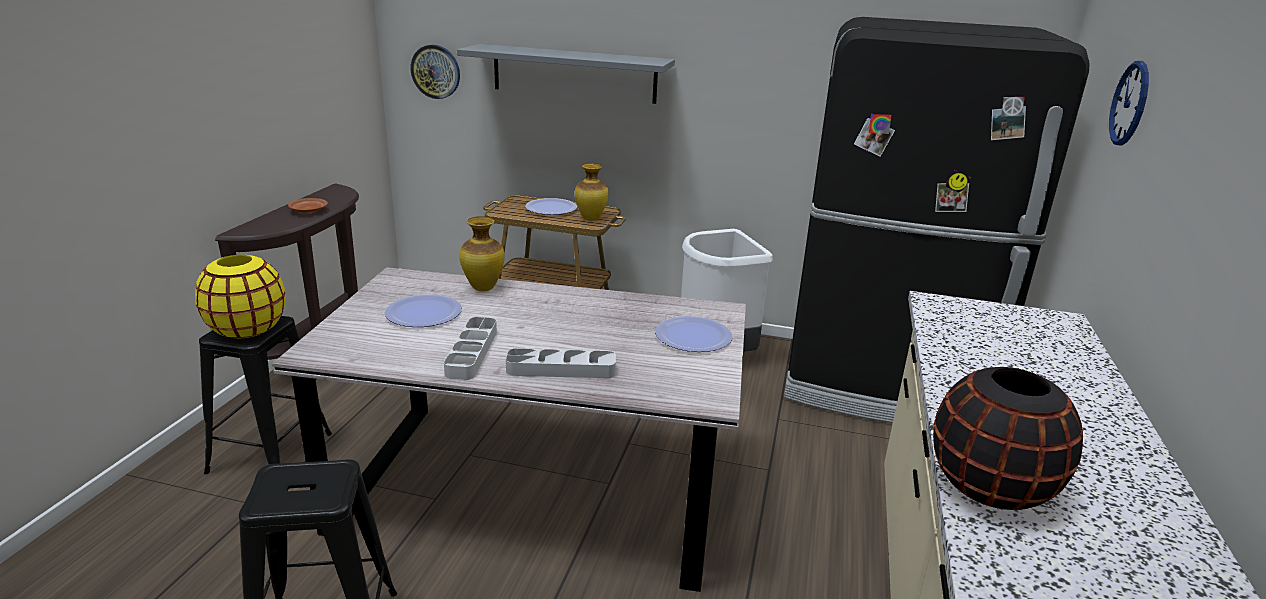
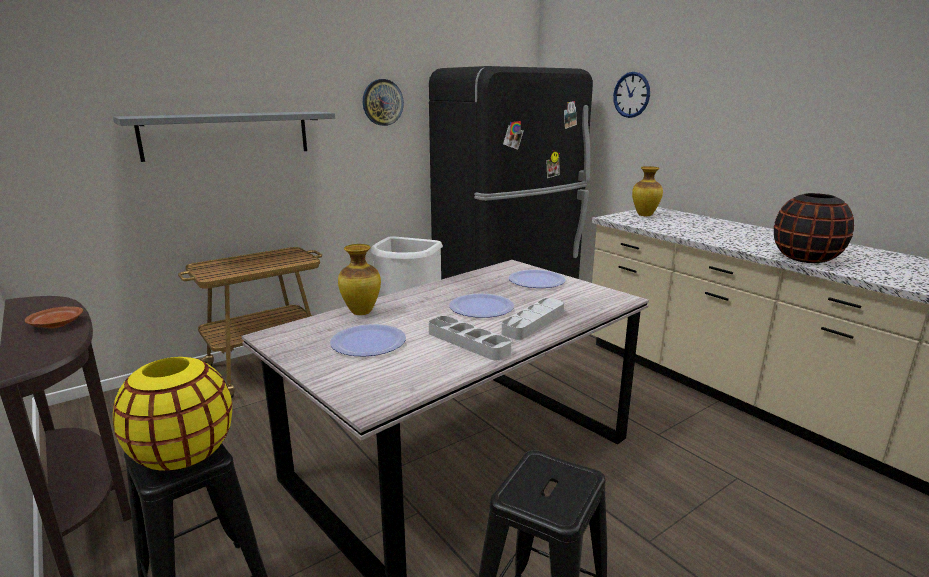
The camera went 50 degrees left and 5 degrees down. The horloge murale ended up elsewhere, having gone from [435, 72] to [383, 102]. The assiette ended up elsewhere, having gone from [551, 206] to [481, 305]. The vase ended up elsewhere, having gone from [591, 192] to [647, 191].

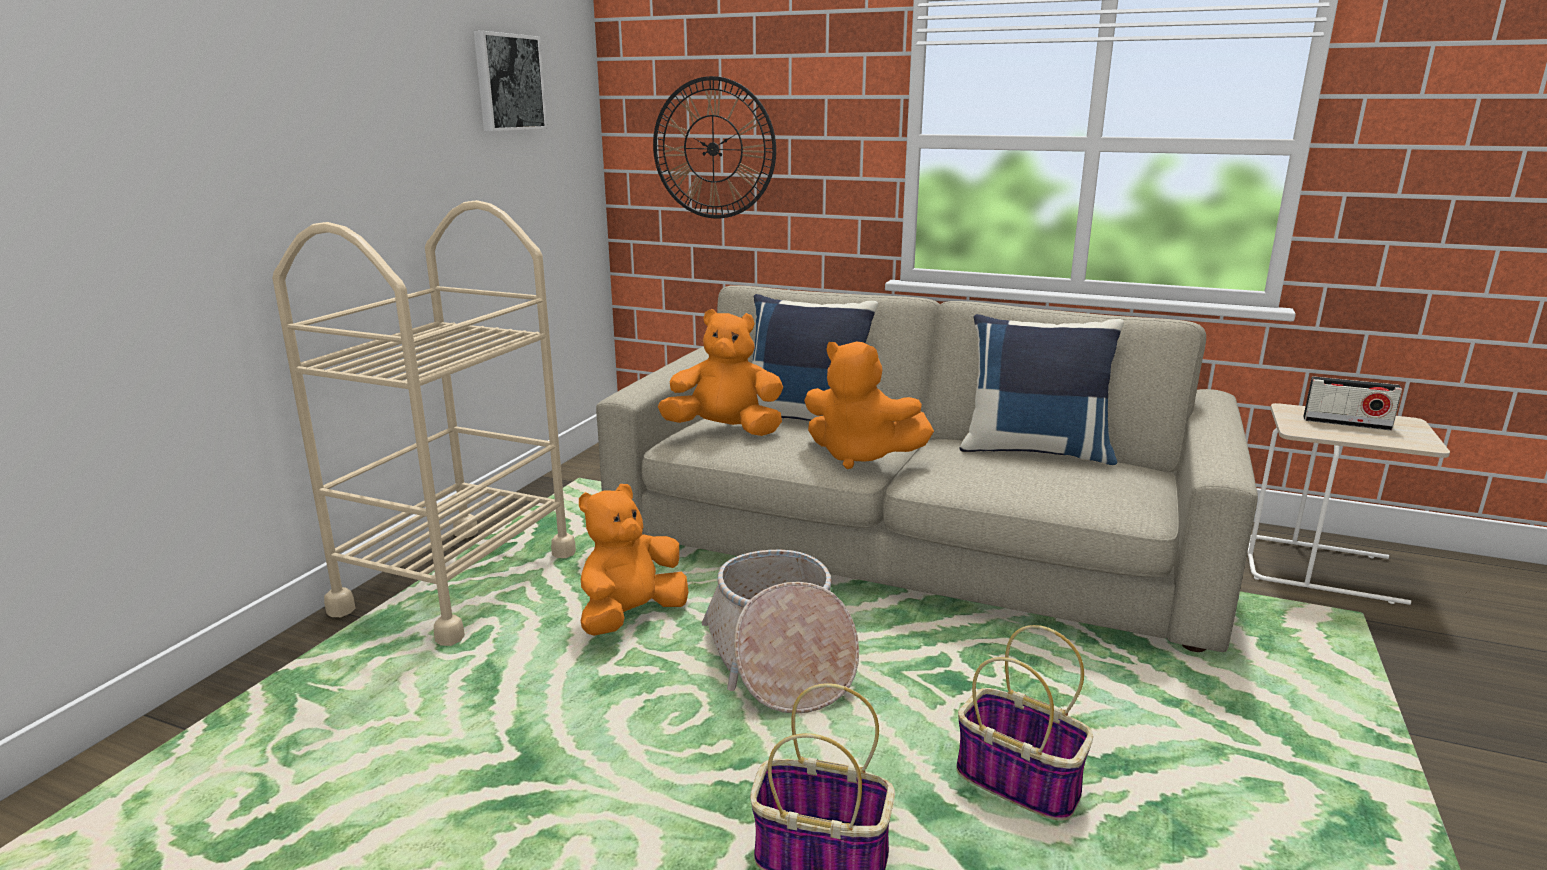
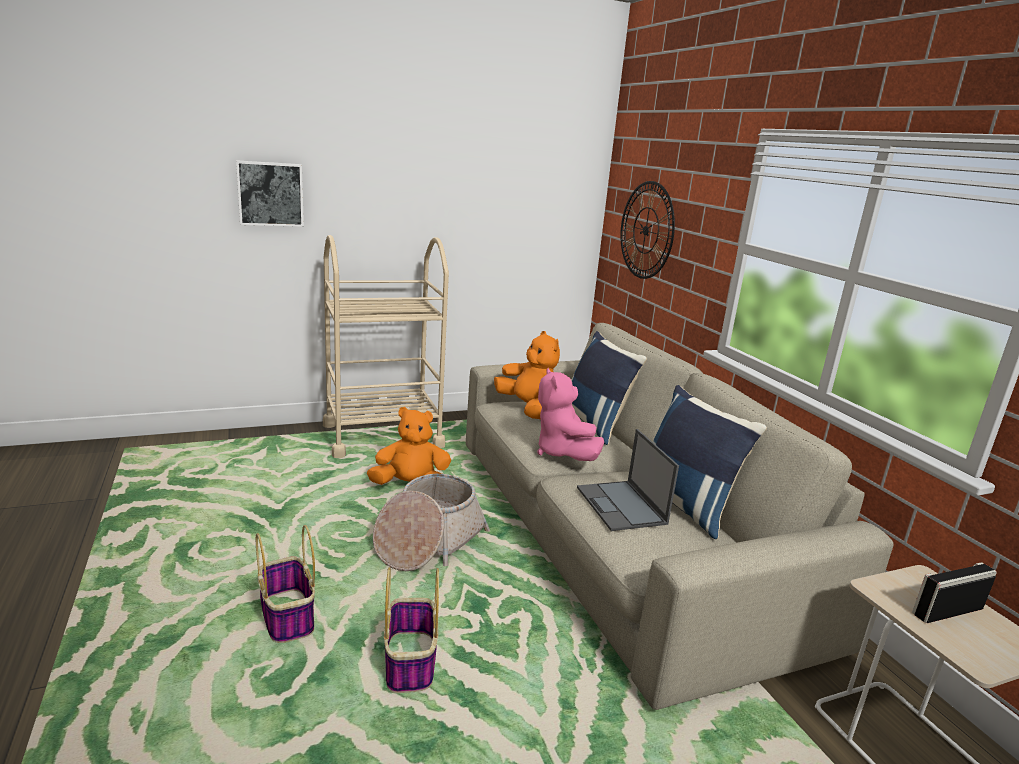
The camera went 45 degrees right and 0 degrees up. The tableau ended up elsewhere, having gone from [510, 81] to [270, 193]. What was the peluche/orange at [869, 405] turned into the peluche/rose at [570, 414]. The second view gained the ordinateur portable at [628, 480]. The radio at [1352, 403] ended up facing another way, 90 degrees clockwise from before.

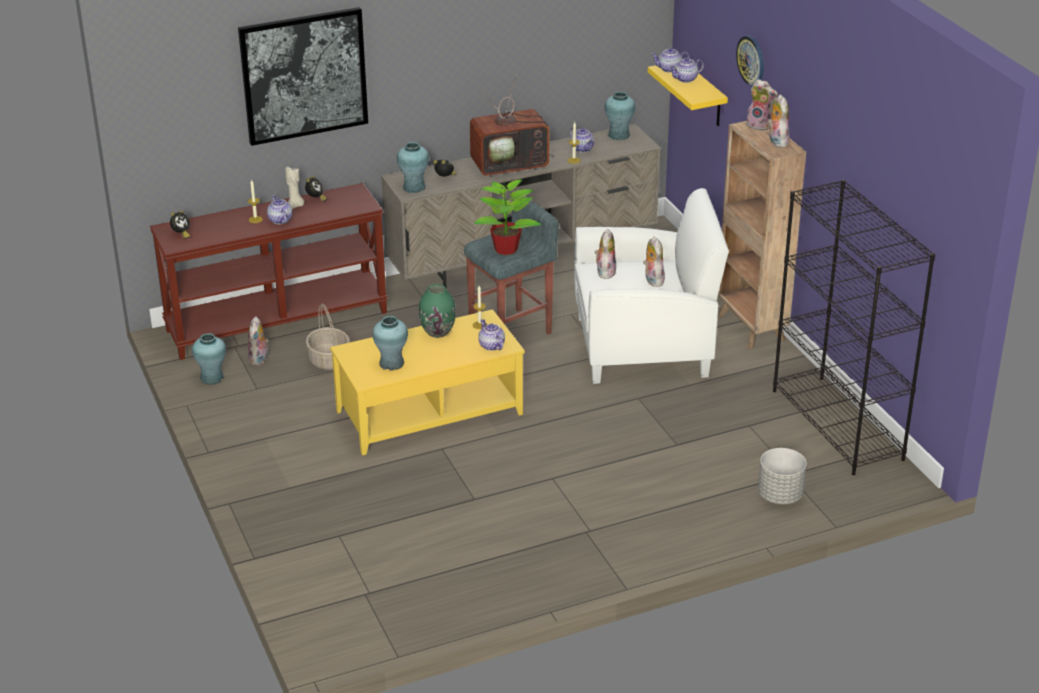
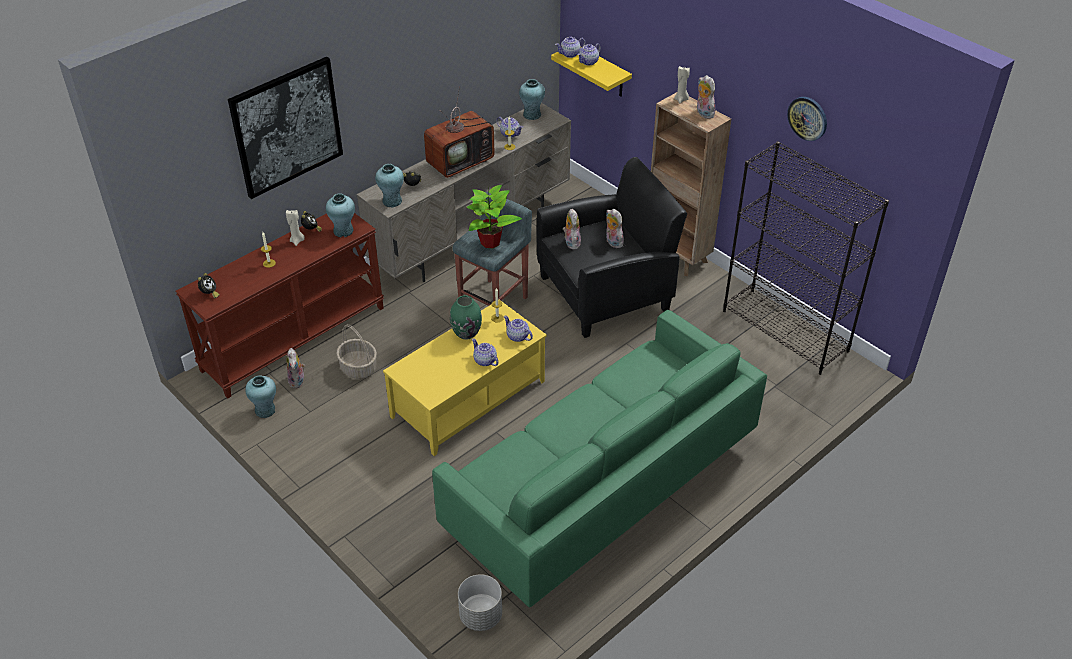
The camera went 20 degrees left and 10 degrees up. The vase/turquoise ended up elsewhere, having gone from [390, 343] to [340, 215]. The second view gained the canapé/vert at [599, 459]. The cache-pot/gris ended up elsewhere, having gone from [782, 476] to [480, 602]. The théière ended up elsewhere, having gone from [279, 209] to [485, 352]. What was the fauteuil/blanc at [651, 286] turned into the fauteuil/noir at [612, 247]. Where the peluche stood at [762, 105], the bougie/beige came to stand at [682, 84]. The horloge murale ended up elsewhere, having gone from [750, 60] to [807, 119].

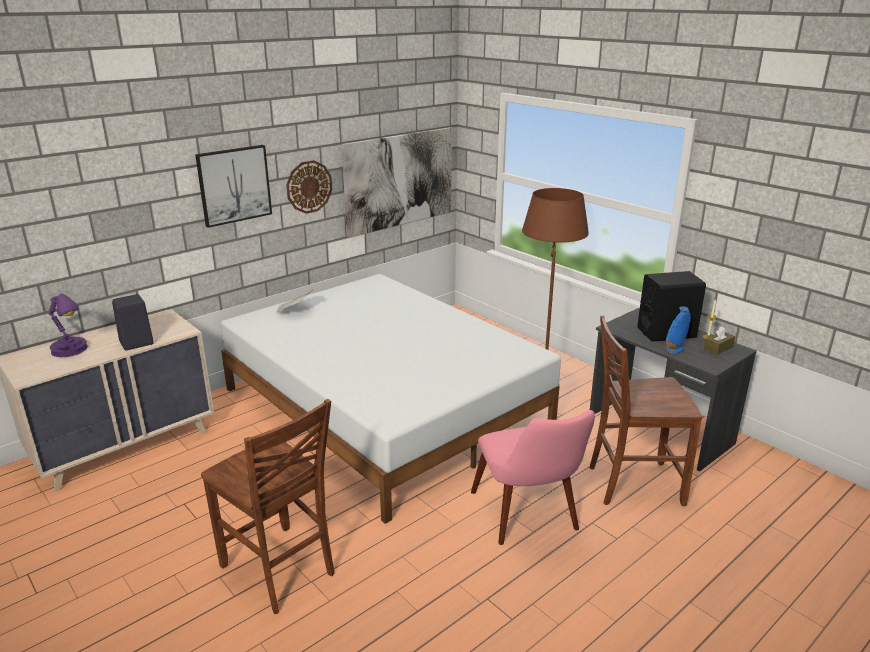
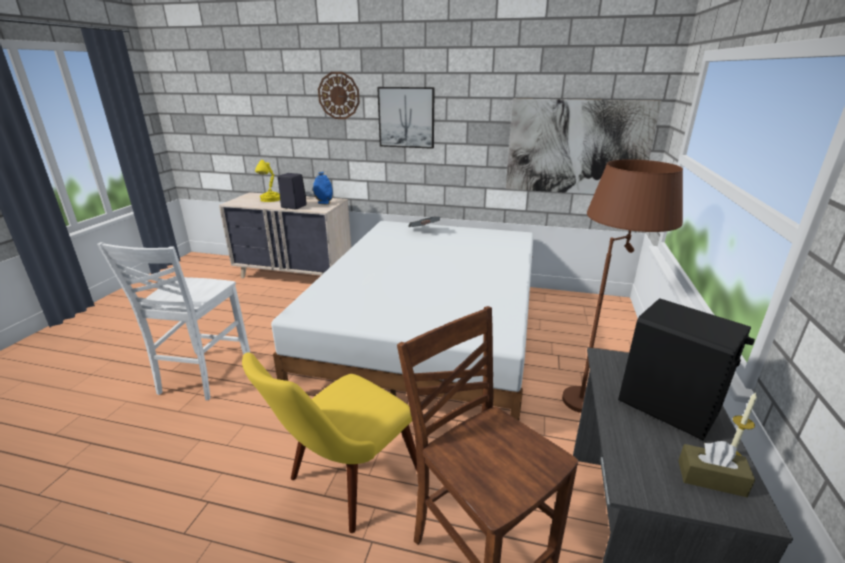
The camera went 55 degrees right and 0 degrees up. What was the chaise/marron at [267, 506] turned into the chaise/blanc at [173, 321]. What was the chaise/rose at [533, 477] turned into the chaise/jaune at [329, 442]. What was the lampe de table/violet at [68, 325] turned into the lampe de table/jaune at [267, 181]. The vase/bleu ended up elsewhere, having gone from [678, 330] to [323, 188]. The horloge murale ended up elsewhere, having gone from [309, 187] to [339, 95].

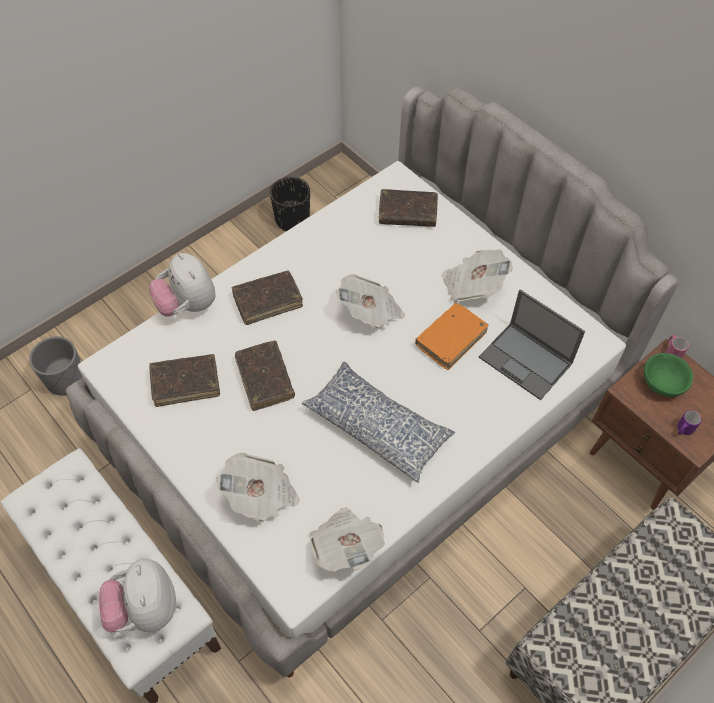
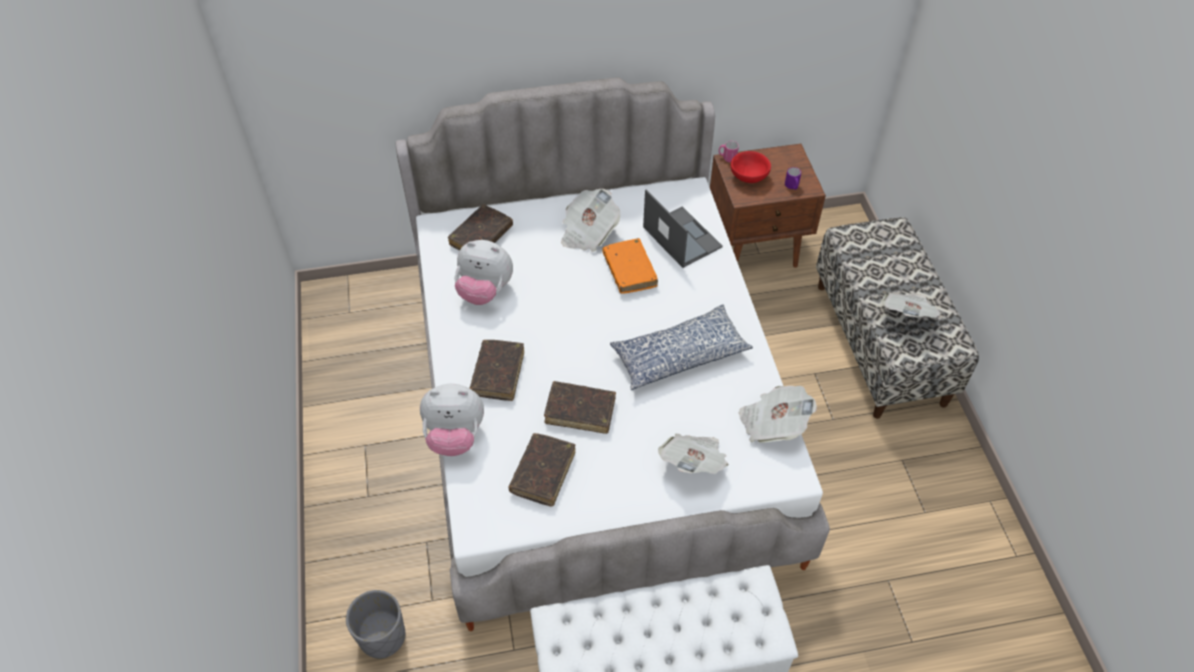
The camera went 60 degrees left and 5 degrees down. The peluche ended up elsewhere, having gone from [137, 596] to [484, 272]. The ordinateur portable at [532, 344] ended up facing another way, 105 degrees counterclockwise from before. What was the bol/vert at [668, 375] turned into the bol/rouge at [751, 167]. The journal ended up elsewhere, having gone from [370, 301] to [911, 305]. The second view lost the cache-pot/noir at [290, 204].

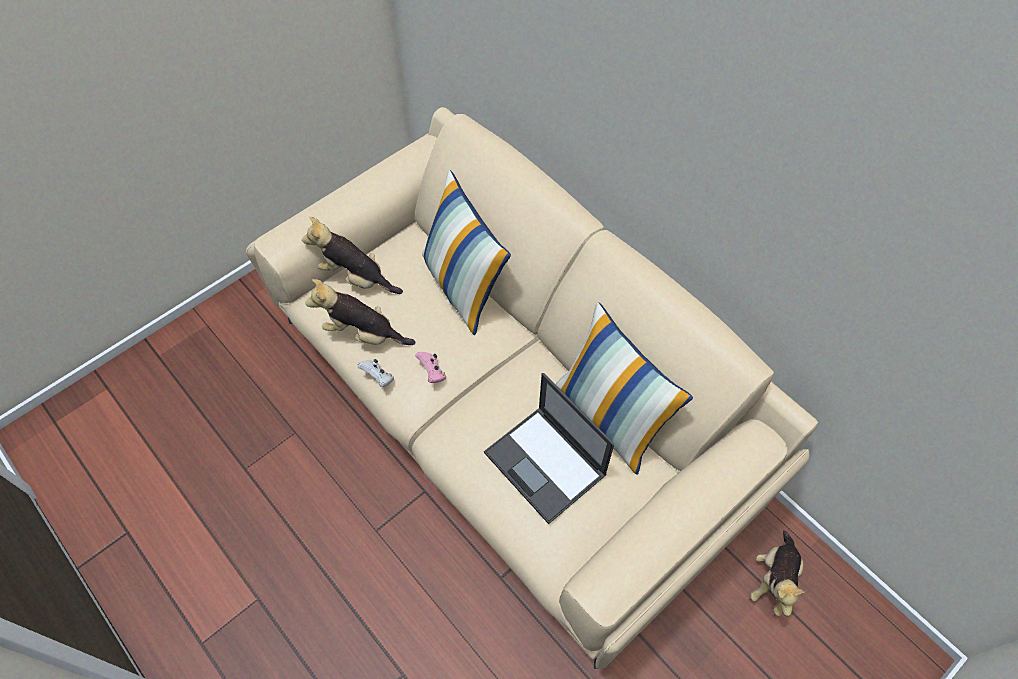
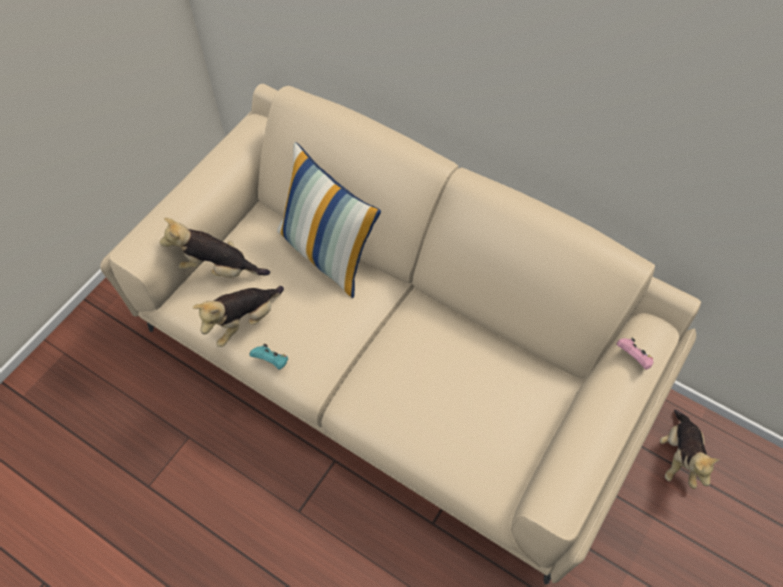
The camera went 15 degrees left and 0 degrees up. The peluche at [360, 312] ended up facing another way, 45 degrees counterclockwise from before. What was the manette/blanc at [375, 373] turned into the manette/turquoise at [269, 357]. The manette/rose ended up elsewhere, having gone from [430, 367] to [635, 354]. The second view lost the ordinateur portable at [549, 448]. The second view lost the coussin at [624, 388].

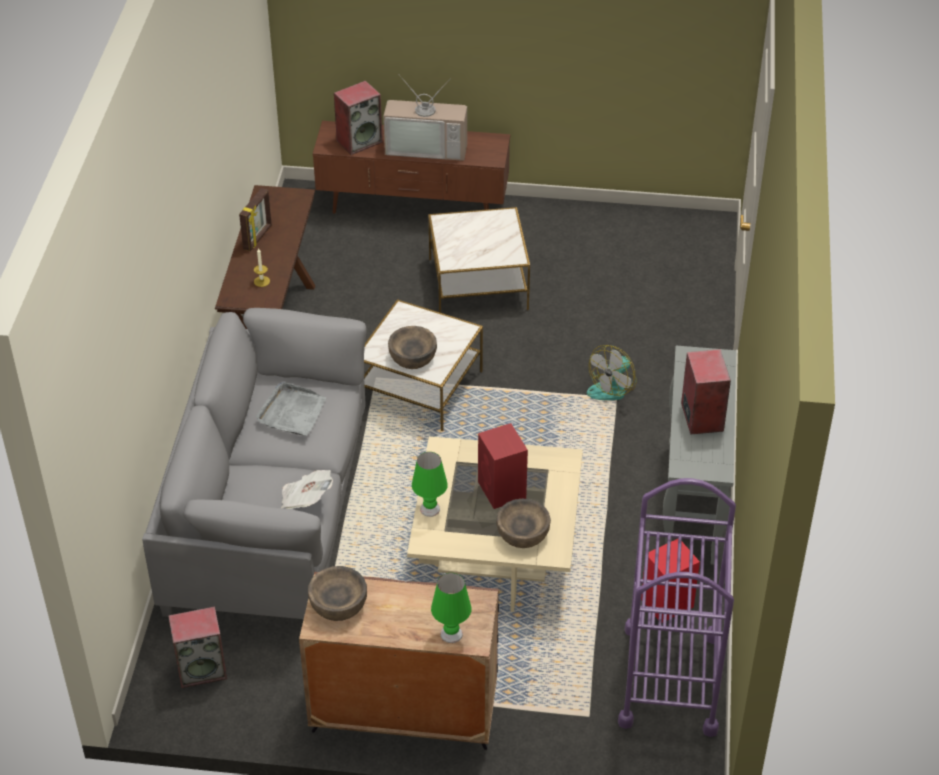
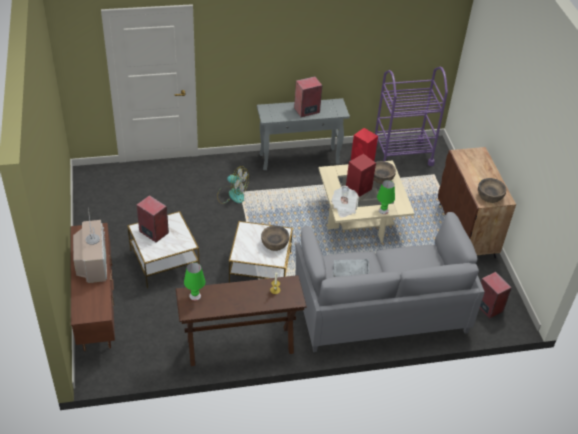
The camera went 110 degrees left and 0 degrees up. The enceinte ended up elsewhere, having gone from [358, 118] to [153, 218]. The lampe de table/vert ended up elsewhere, having gone from [451, 608] to [194, 281]. The journal ended up elsewhere, having gone from [307, 489] to [345, 202]. The second view lost the cadre photo at [255, 219].

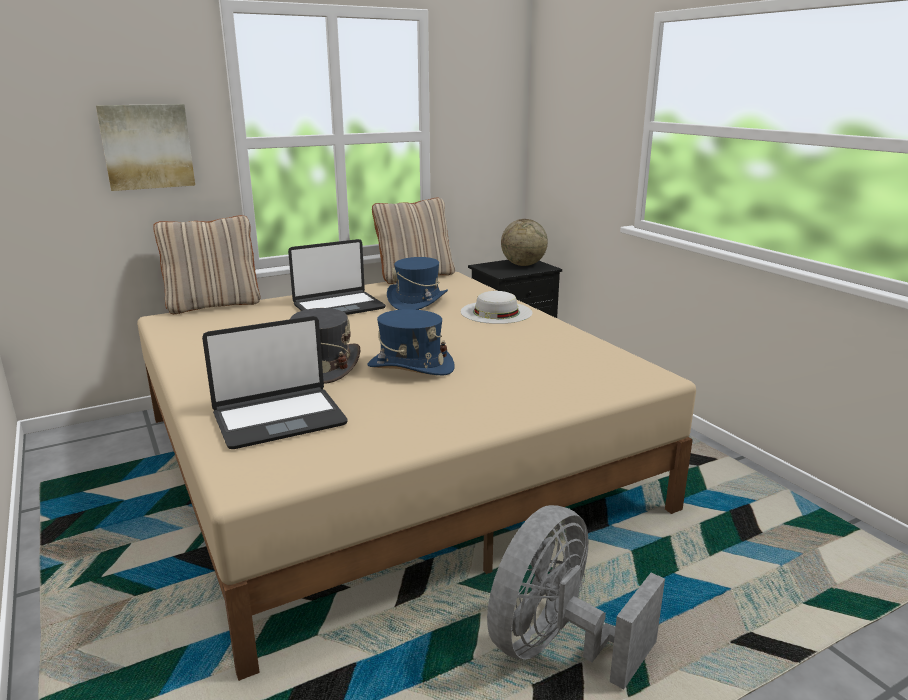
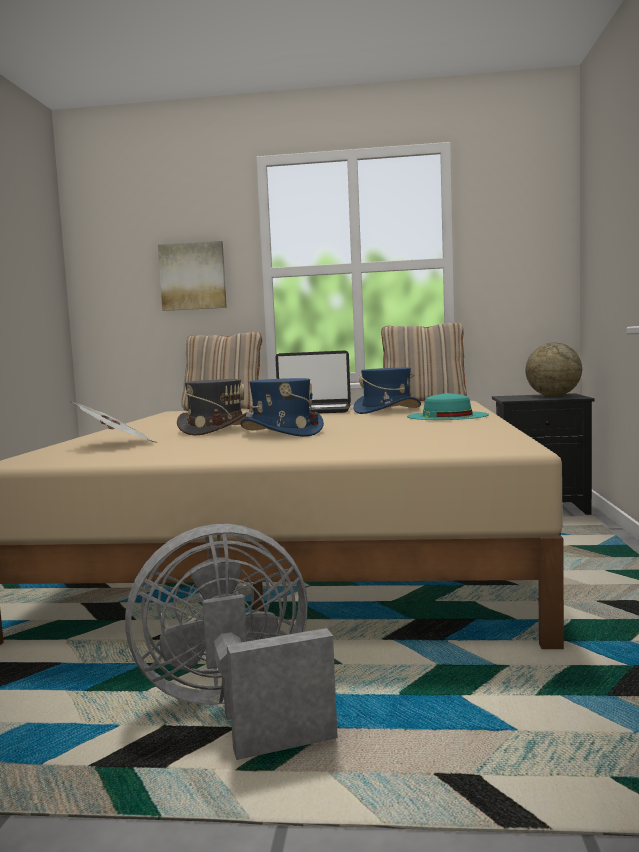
The camera went 35 degrees right and 15 degrees down. Where the ordinateur portable stood at [275, 382], the journal came to stand at [115, 422]. What was the chapeau/blanc at [496, 307] turned into the chapeau/turquoise at [448, 406].

